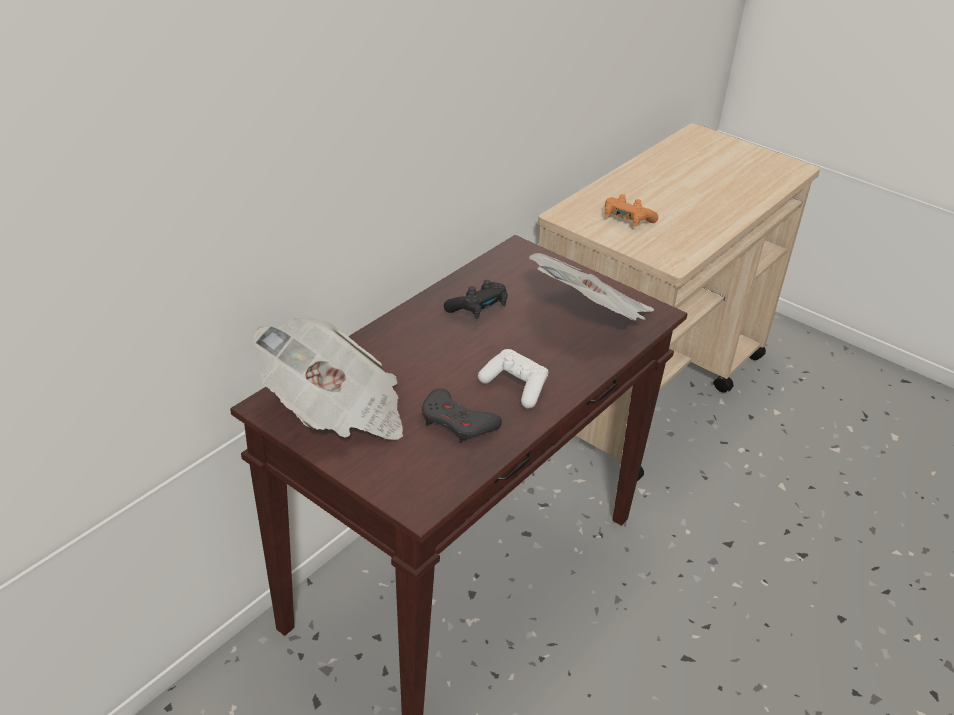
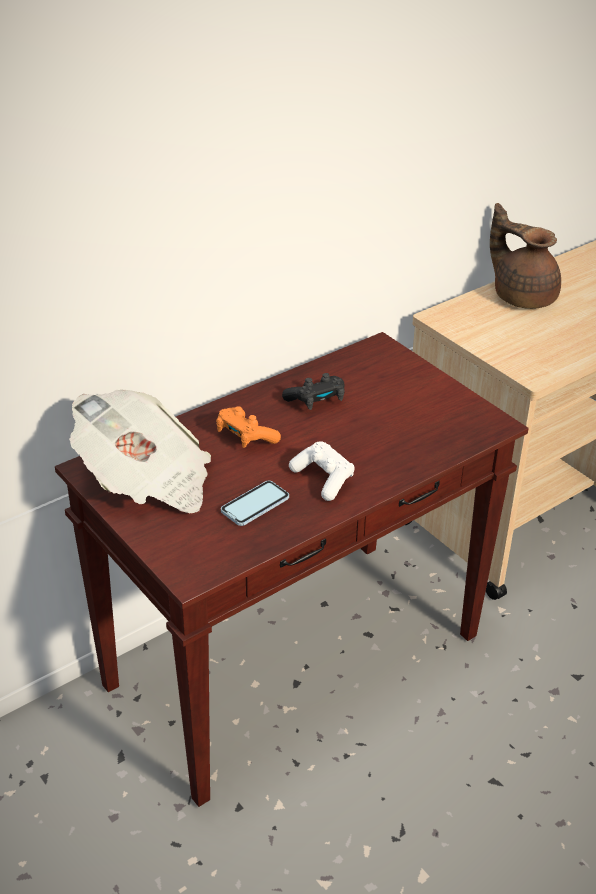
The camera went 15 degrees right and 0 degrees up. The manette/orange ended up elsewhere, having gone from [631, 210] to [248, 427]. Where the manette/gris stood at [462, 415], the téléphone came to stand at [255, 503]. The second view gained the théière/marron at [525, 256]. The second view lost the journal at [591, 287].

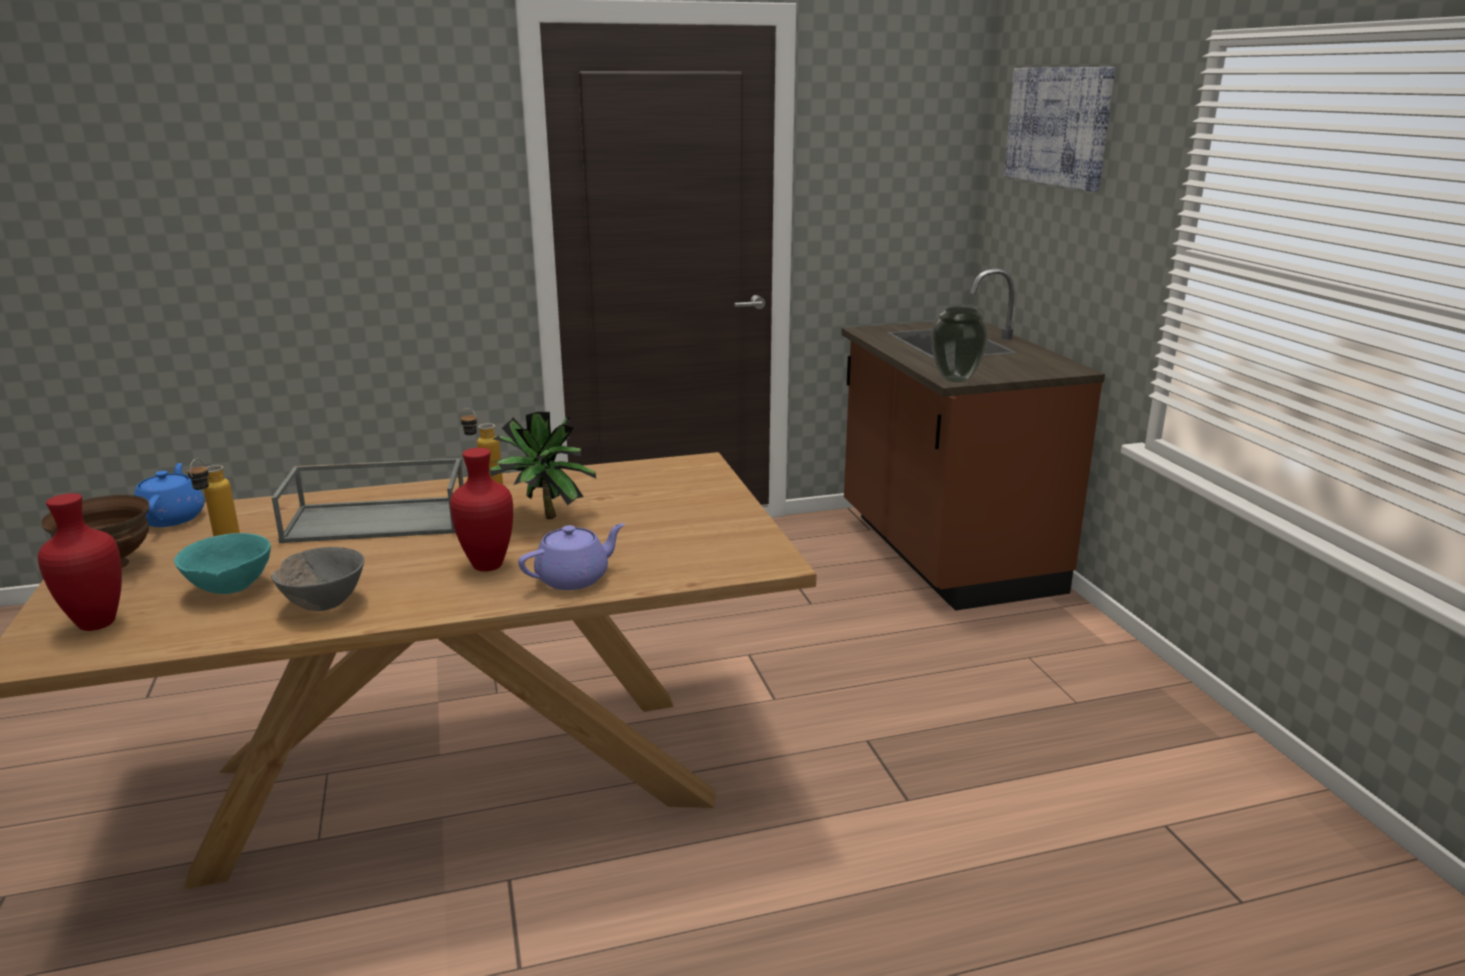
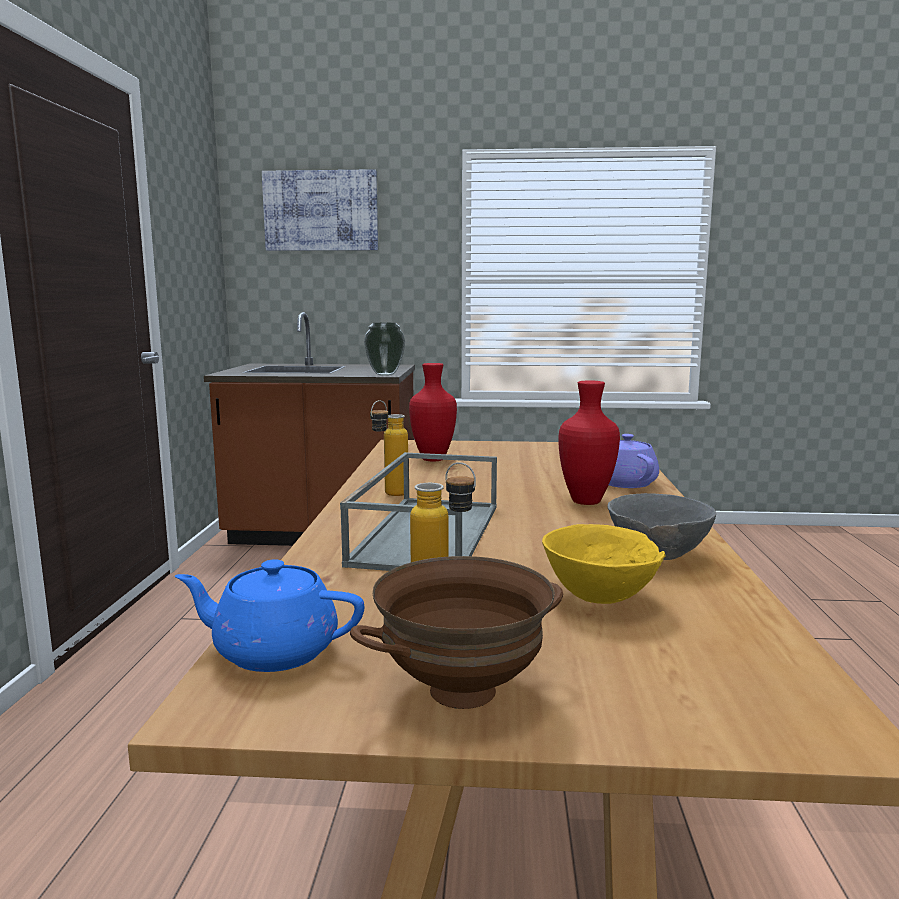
The camera went 70 degrees left and 10 degrees down. The vase/rouge ended up elsewhere, having gone from [80, 562] to [433, 412]. What was the bol/turquoise at [222, 563] turned into the bol/jaune at [604, 564]. The second view lost the plante en pot at [542, 465].

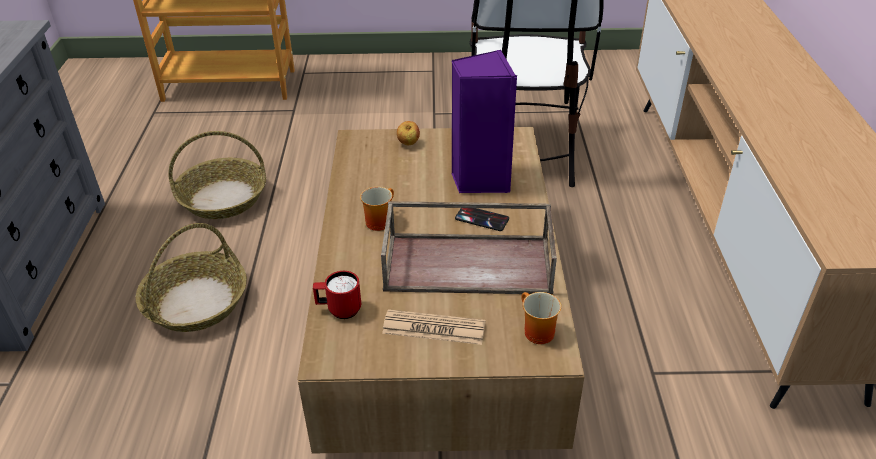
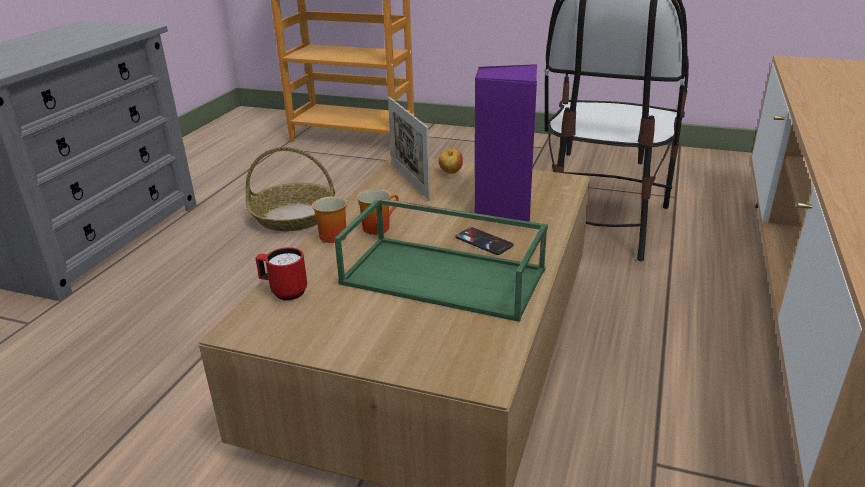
The camera went 20 degrees right and 10 degrees down. The mug ended up elsewhere, having gone from [541, 318] to [329, 219]. What was the plateau/marron at [469, 248] turned into the plateau/vert at [441, 260]. The second view gained the cadre photo at [409, 149]. The second view lost the panier at [191, 277]. The second view lost the journal at [433, 327].

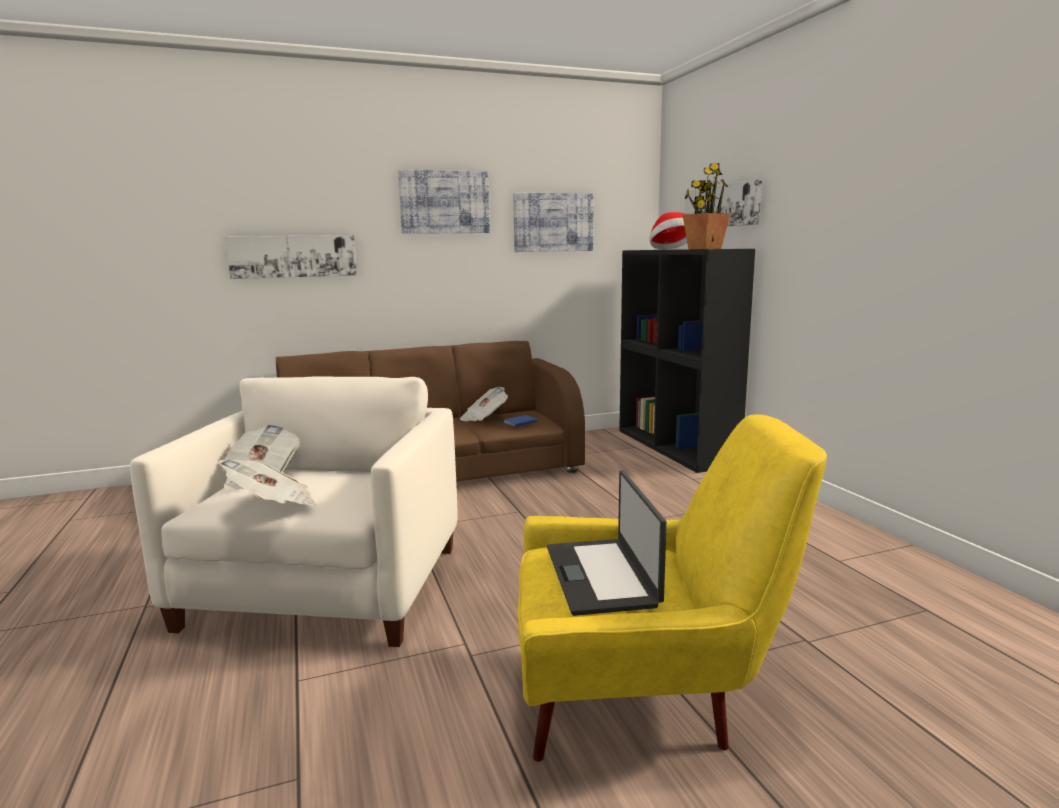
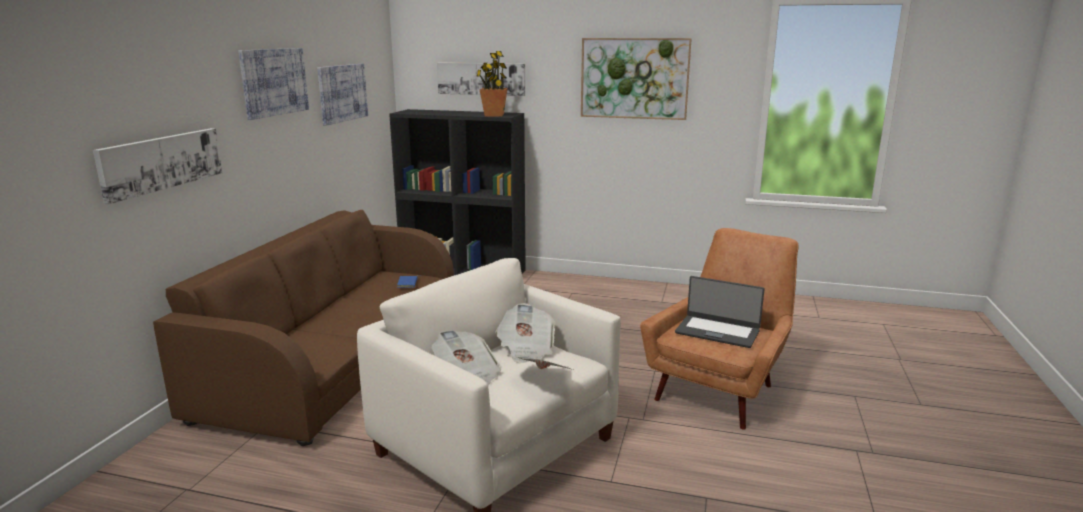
The camera went 55 degrees left and 5 degrees up. The journal ended up elsewhere, having gone from [484, 404] to [525, 333]. The second view gained the tableau at [636, 79]. What was the fauteuil/jaune at [672, 588] turned into the fauteuil/marron at [719, 329]. The second view lost the chapeau at [668, 230].

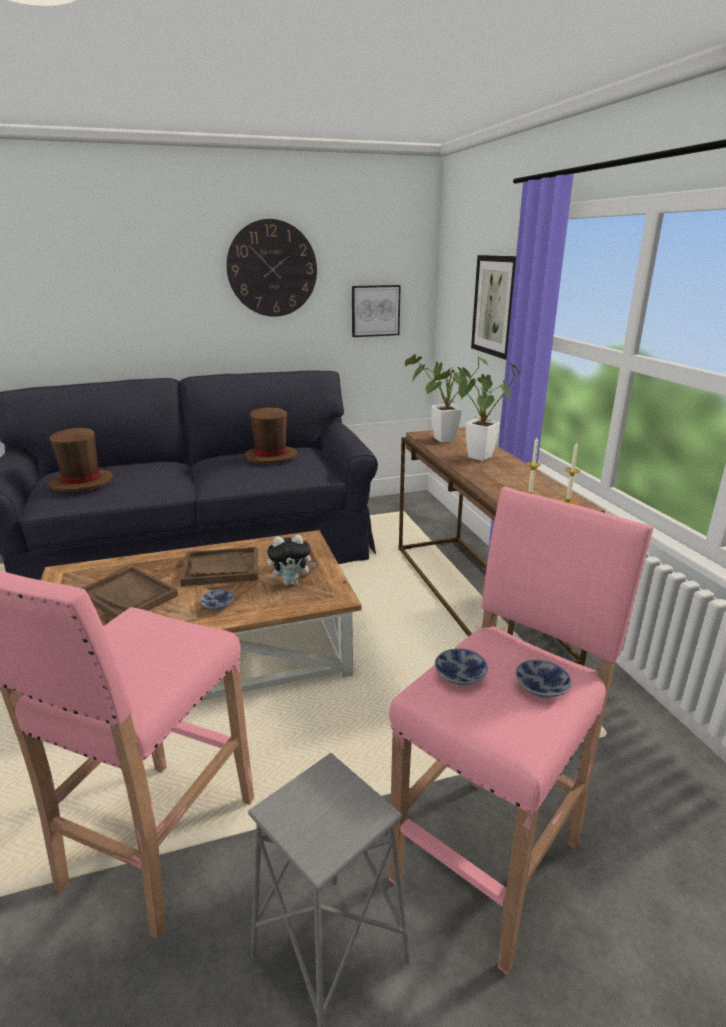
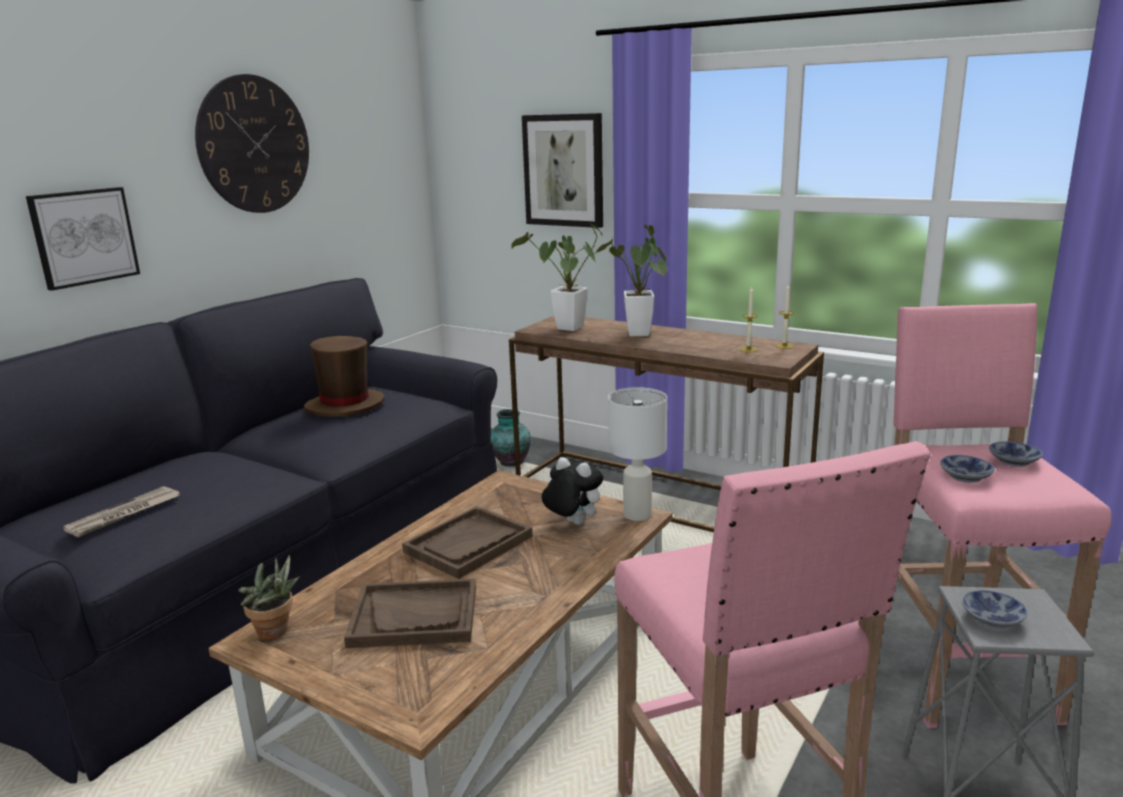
The camera went 40 degrees left and 5 degrees down. The tableau ended up elsewhere, having gone from [376, 311] to [83, 239]. Where the chapeau/marron stood at [81, 460], the journal came to stand at [121, 511]. The second view gained the plante en pot at [269, 597]. The second view gained the vase at [510, 438]. The peluche at [292, 560] ended up facing another way, 90 degrees counterclockwise from before. The second view gained the lampe de table/blanc at [637, 454]. The bol ended up elsewhere, having gone from [217, 600] to [994, 609].

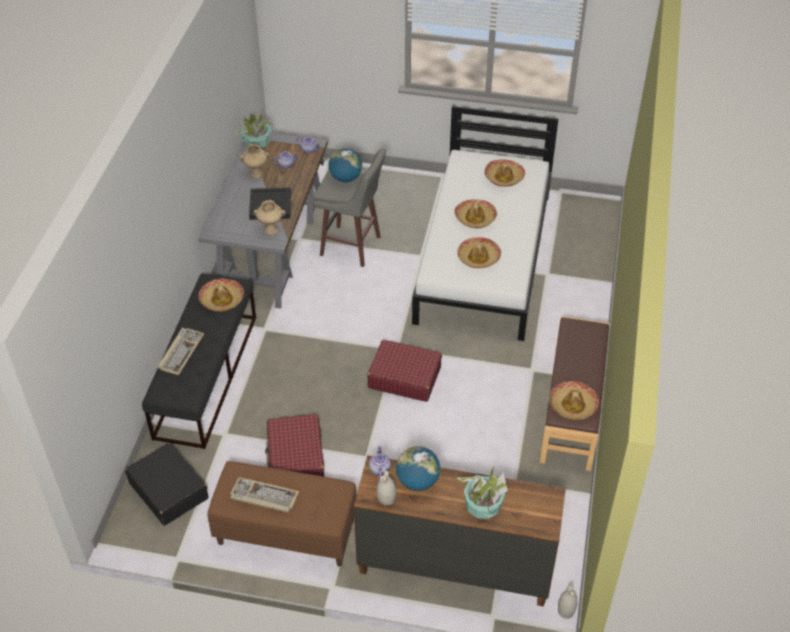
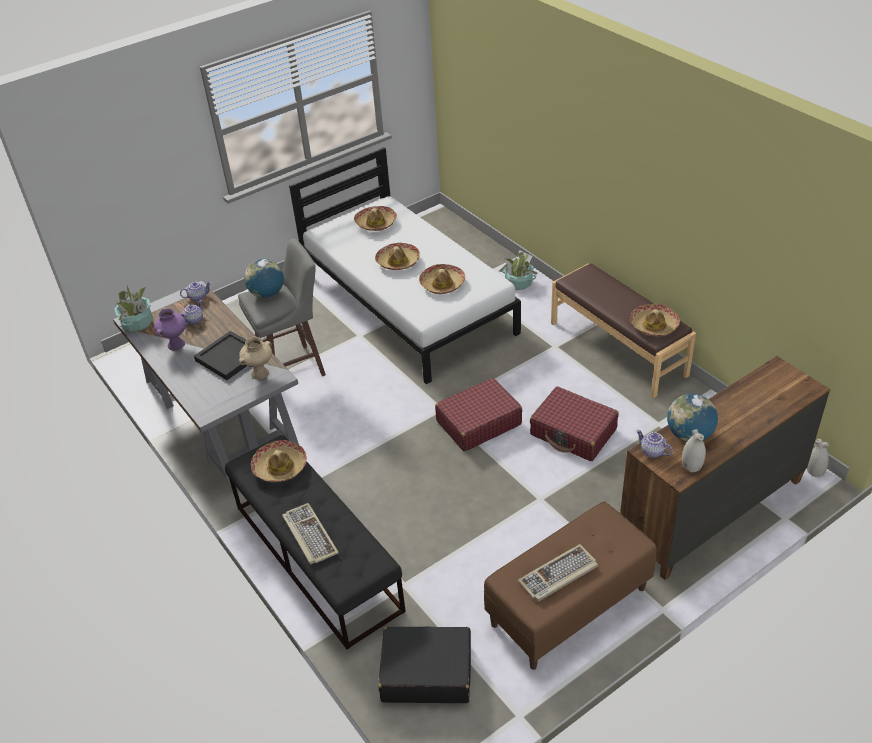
The camera went 45 degrees left and 5 degrees down. What was the vase/beige at [254, 161] turned into the vase/violet at [170, 329]. The plante en pot ended up elsewhere, having gone from [482, 493] to [518, 270]. The valise/rouge ended up elsewhere, having gone from [295, 445] to [574, 423].

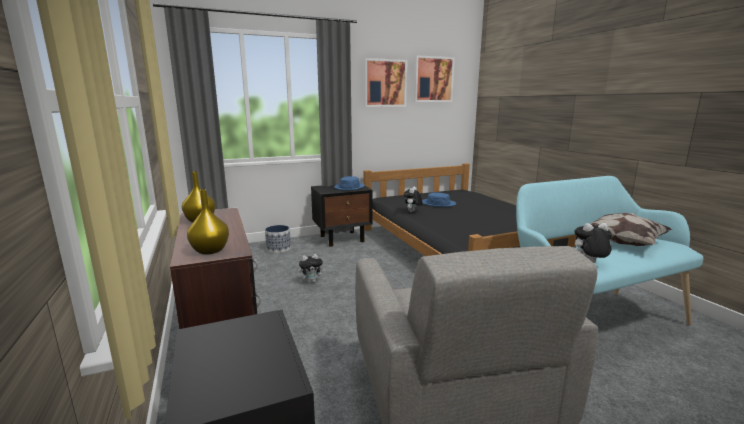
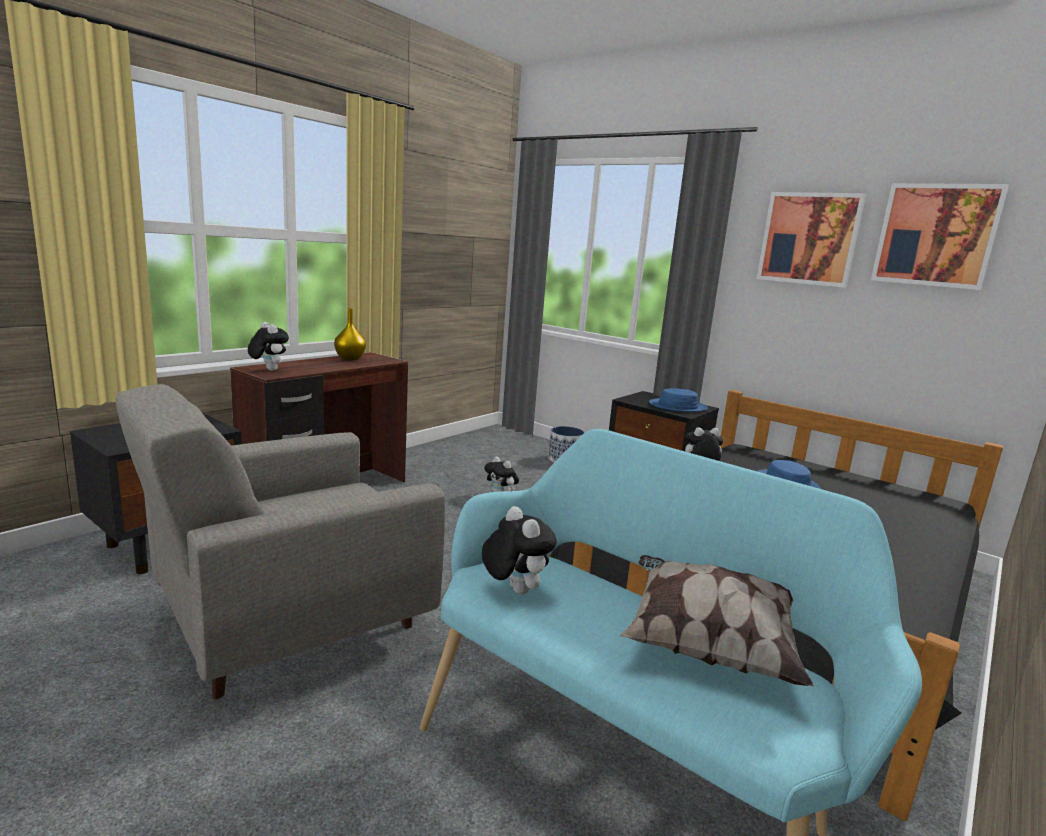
The camera went 60 degrees right and 0 degrees up. Where the vase/jaune stood at [208, 222], the peluche came to stand at [268, 346].

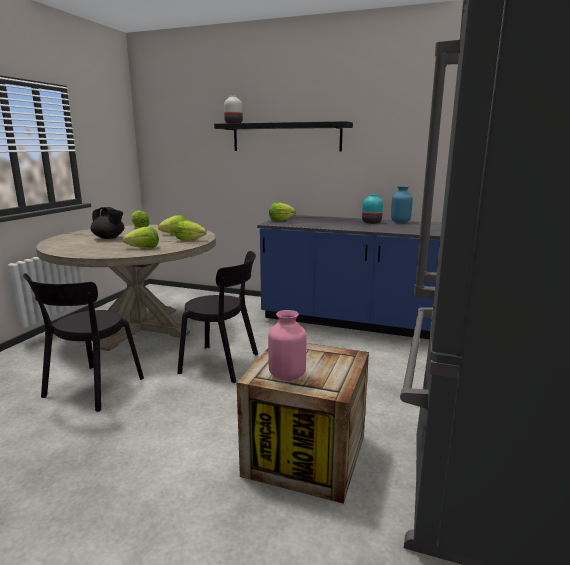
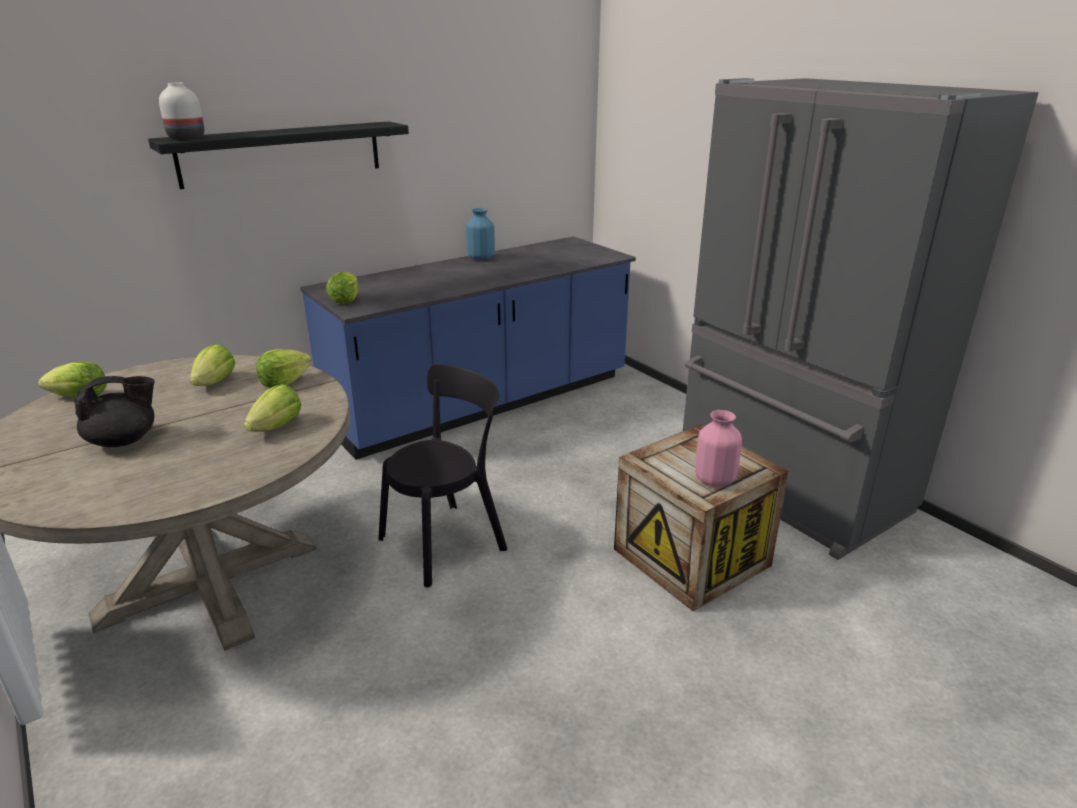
The camera went 55 degrees left and 10 degrees up. The second view lost the chaise/noir at [83, 342]. The second view lost the vase/turquoise at [372, 209].

